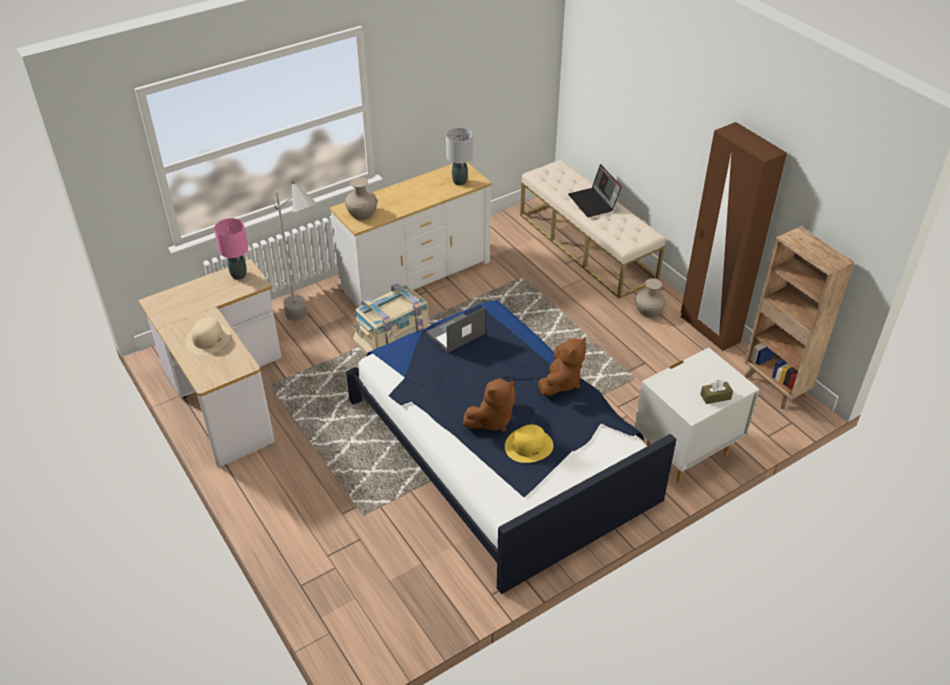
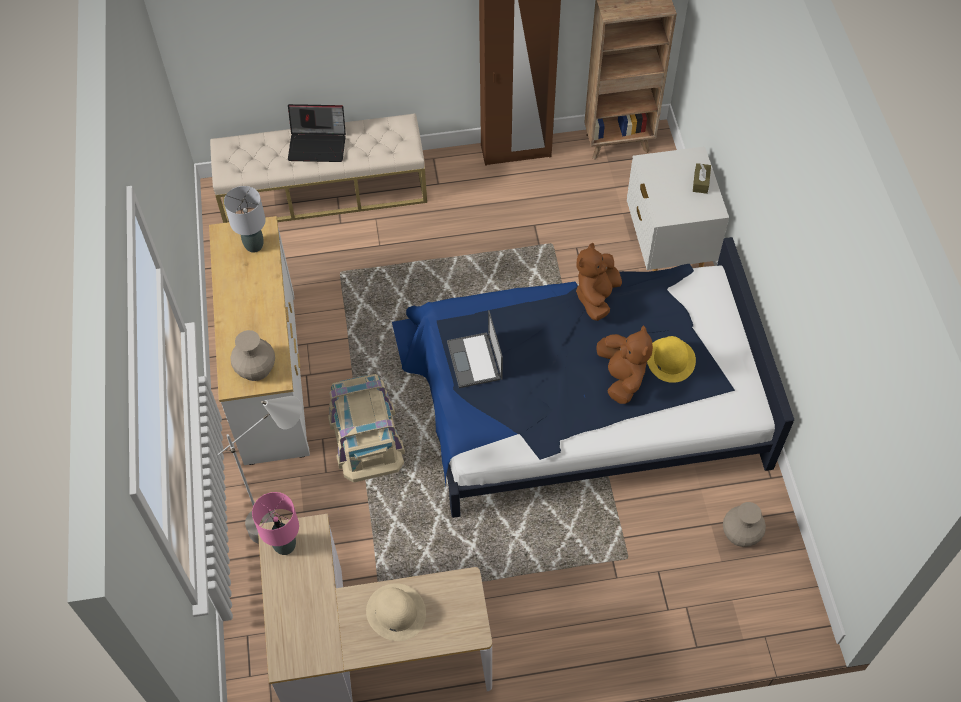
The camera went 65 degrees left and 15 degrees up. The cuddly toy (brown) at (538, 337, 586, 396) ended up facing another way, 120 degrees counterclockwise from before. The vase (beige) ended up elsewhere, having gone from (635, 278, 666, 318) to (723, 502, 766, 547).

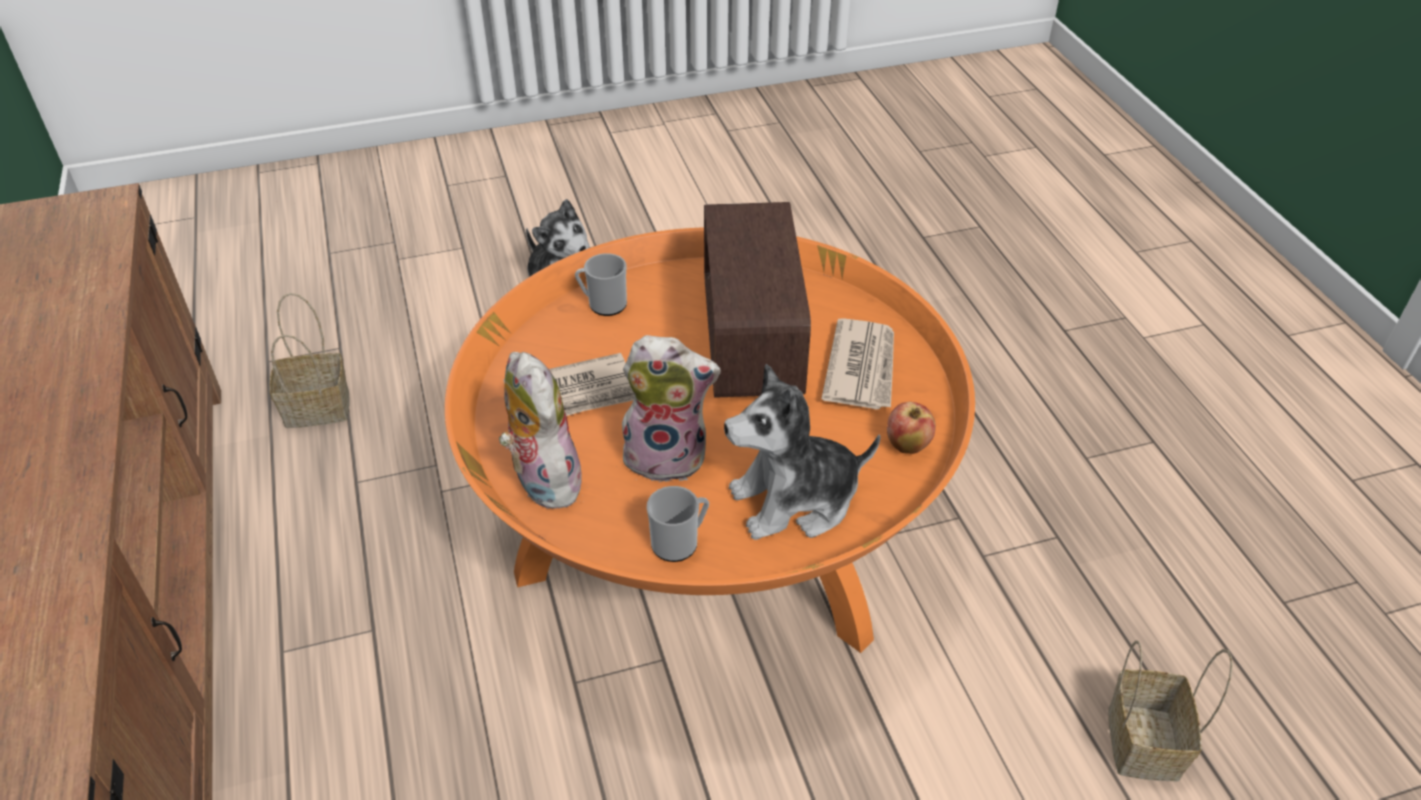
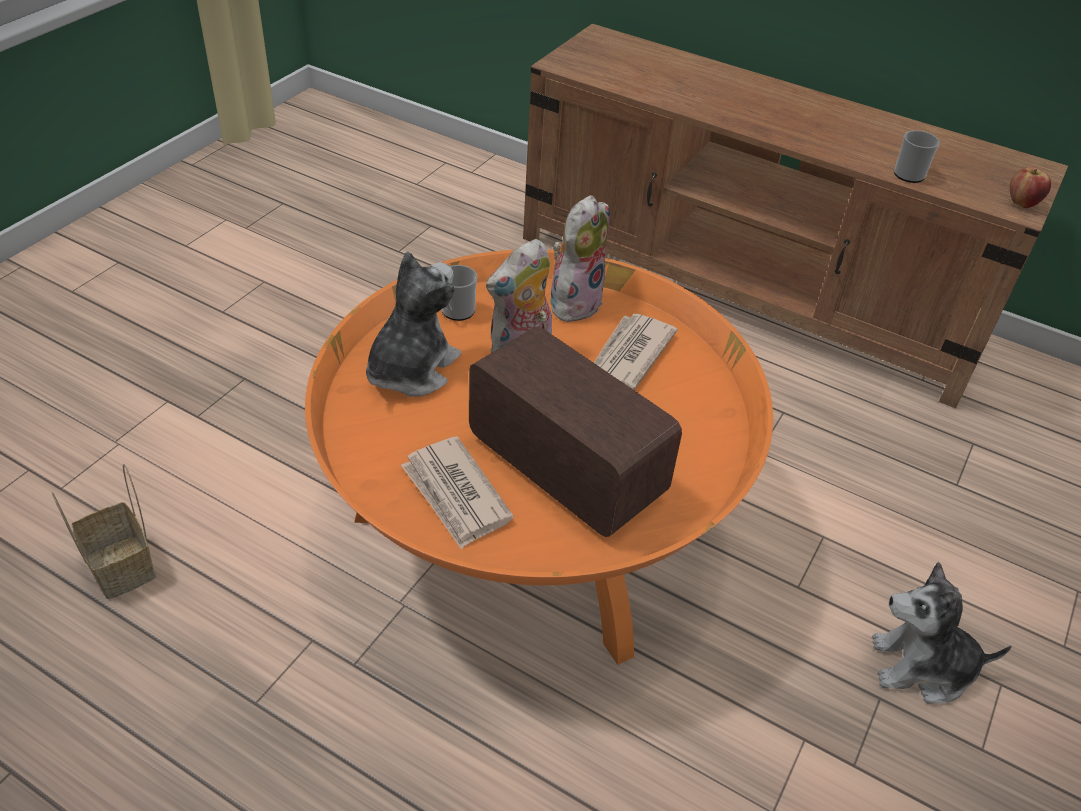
The camera went 135 degrees right and 0 degrees up. The cuddly toy at (499, 352, 583, 509) ended up facing another way, 75 degrees counterclockwise from before. The coffee mug ended up elsewhere, having gone from (575, 253, 627, 316) to (894, 130, 940, 183). The apple ended up elsewhere, having gone from (887, 402, 936, 454) to (1010, 167, 1051, 208). The second view lost the storage basket at (270, 293, 349, 428).

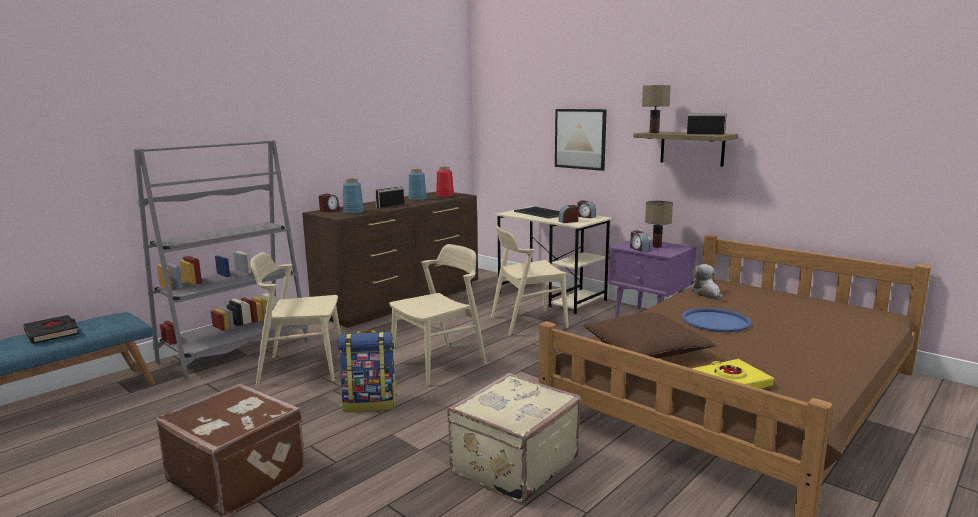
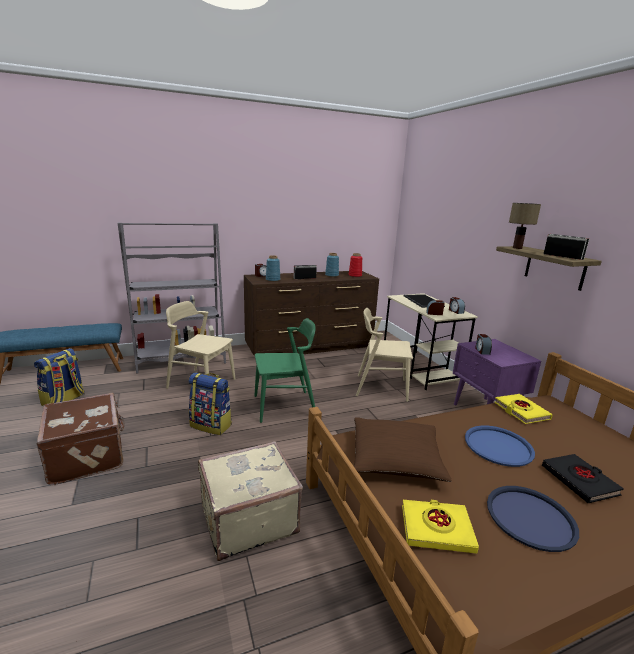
The camera went 25 degrees right and 5 degrees up. The second view gained the knapsack at (34, 348, 85, 406). What was the upright chair (beige) at (389, 244, 487, 386) turned into the upright chair (greenish) at (254, 318, 316, 423). The second view gained the tray (bluish) at (487, 486, 579, 552). Where the cuddly toy stood at (691, 264, 723, 300), the volume (yellow) came to stand at (494, 394, 553, 424). The volume (blackish) ended up elsewhere, having gone from (23, 315, 80, 344) to (542, 454, 624, 503). The second view lost the wall picture at (555, 109, 607, 171). The second view lost the table lamp at (645, 201, 673, 248).

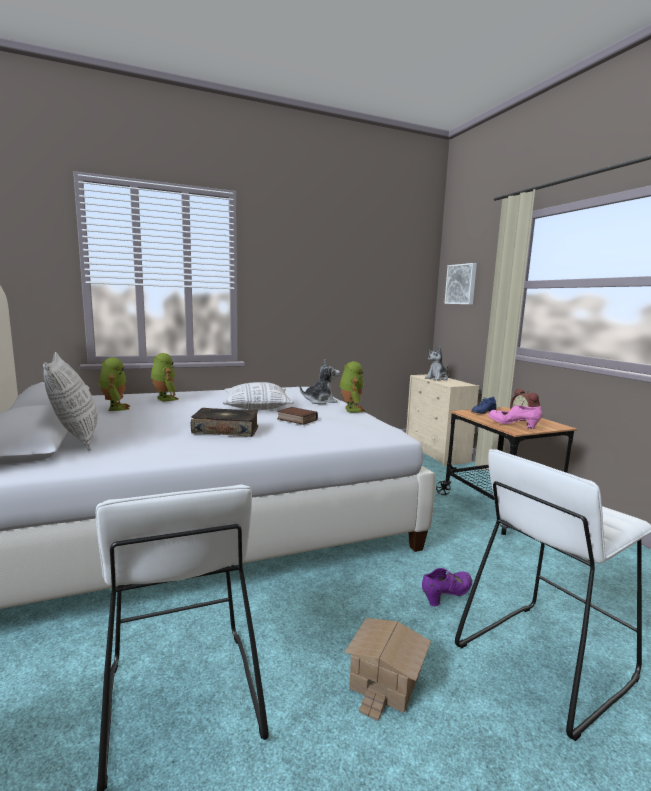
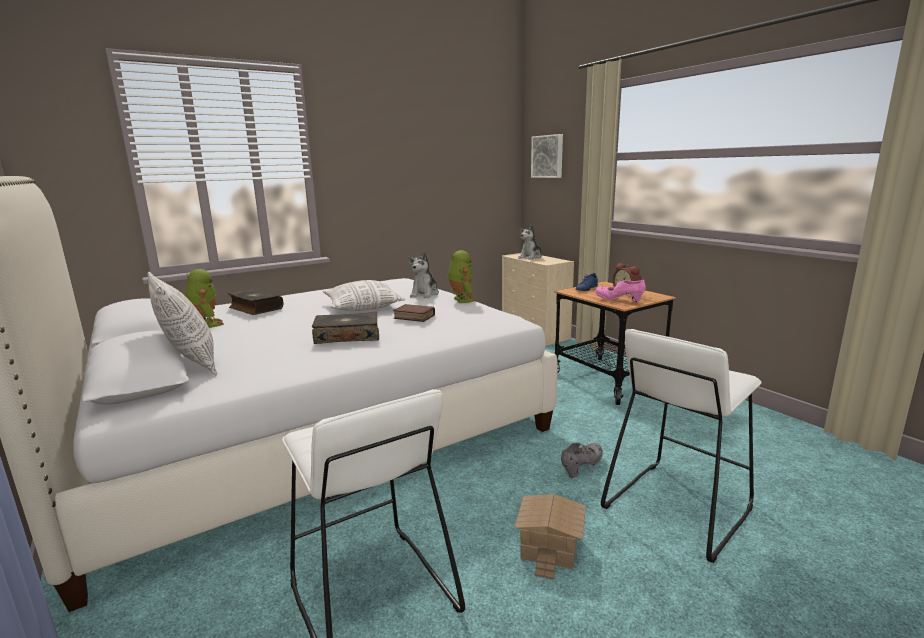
The camera went 10 degrees left and 5 degrees up. Where the robot figure stood at (151, 353, 178, 402), the volume came to stand at (228, 289, 283, 315). The cuddly toy at (300, 360, 340, 404) ended up facing another way, 135 degrees clockwise from before. What was the shoe (purplish) at (422, 568, 472, 606) turned into the shoe (greyish) at (561, 442, 603, 478).

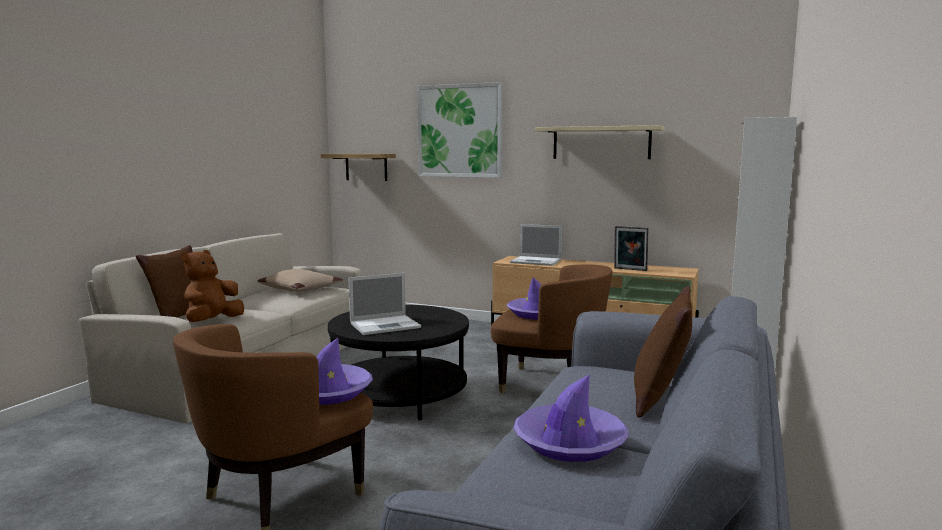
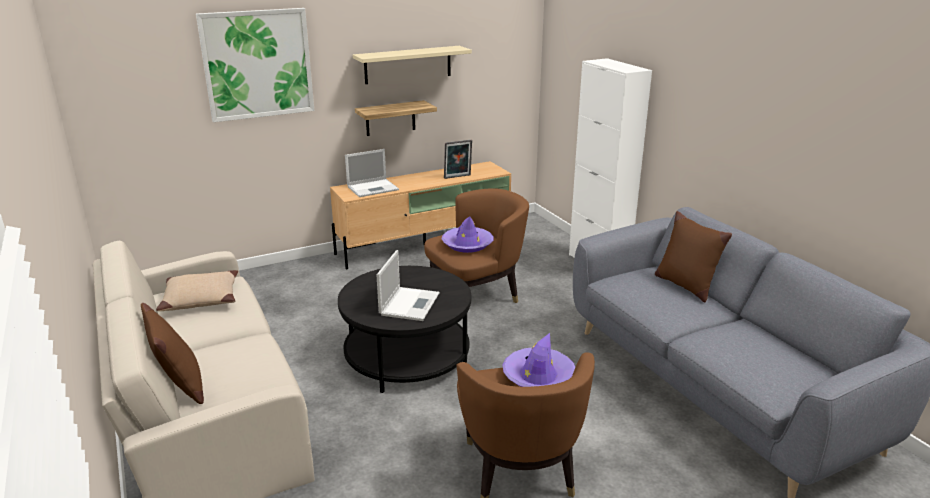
The camera went 50 degrees left and 15 degrees up. The wall shelf ended up elsewhere, having gone from (321, 154, 395, 181) to (355, 100, 437, 136). The second view lost the cuddly toy (brown) at (181, 250, 244, 322). The second view lost the wearable hat (purplish) at (514, 374, 628, 462).

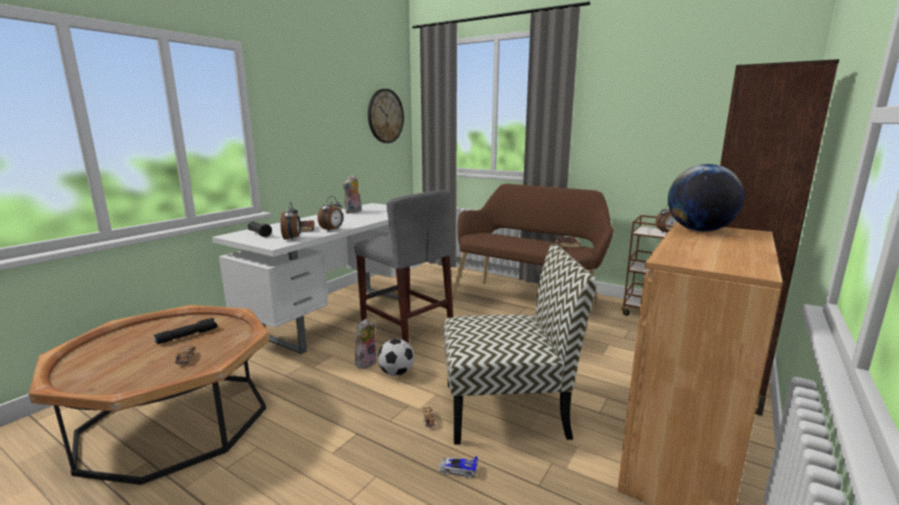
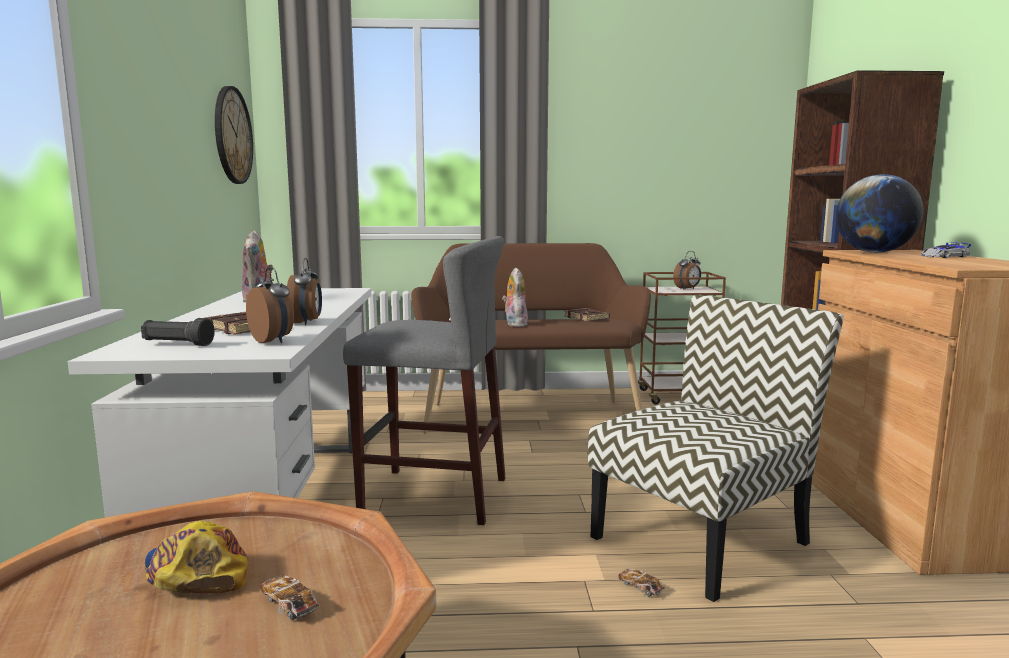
The camera went 35 degrees left and 5 degrees down. Where the torch (blackish) stood at (154, 318, 217, 344), the baseball cap came to stand at (145, 521, 248, 594). The cuddly toy ended up elsewhere, having gone from (355, 319, 376, 369) to (502, 268, 528, 327). The miniature car ended up elsewhere, having gone from (439, 456, 478, 478) to (921, 242, 971, 258). The second view lost the football at (378, 339, 414, 376).

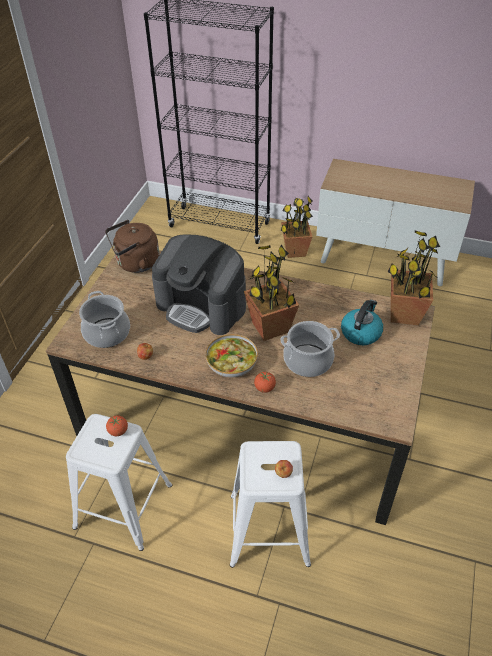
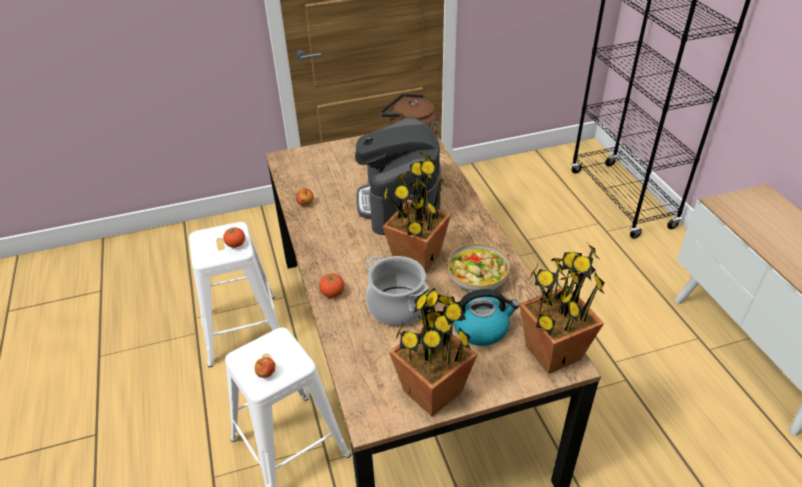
The camera went 55 degrees right and 5 degrees down. The potted plant ended up elsewhere, having gone from (280, 196, 313, 258) to (389, 288, 478, 416). The serving bowl ended up elsewhere, having gone from (206, 334, 258, 377) to (447, 244, 510, 292). The second view lost the stockpot at (79, 291, 130, 348).

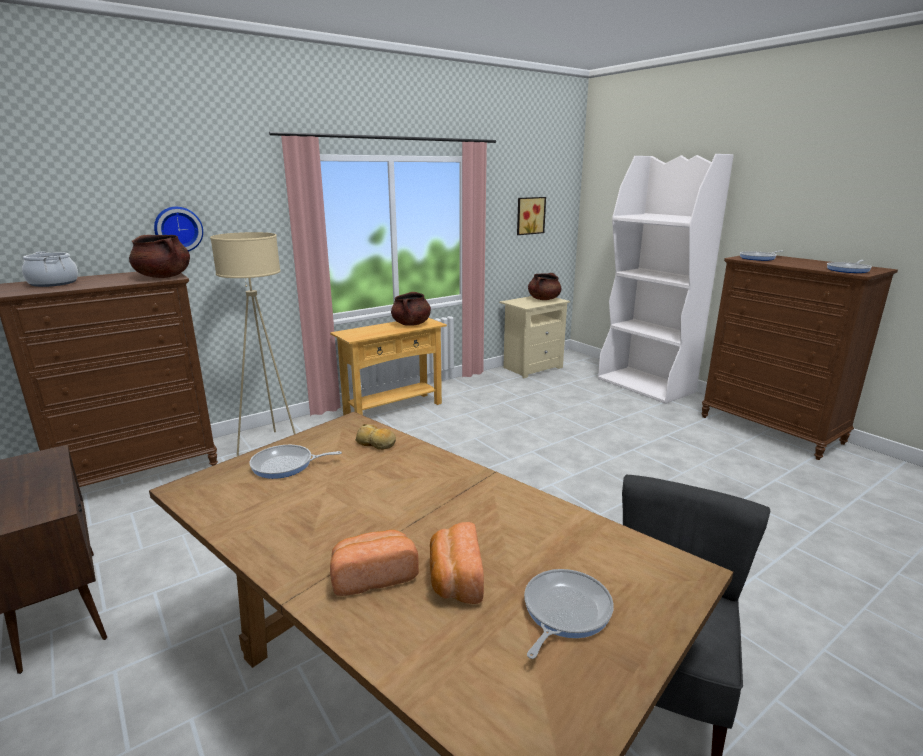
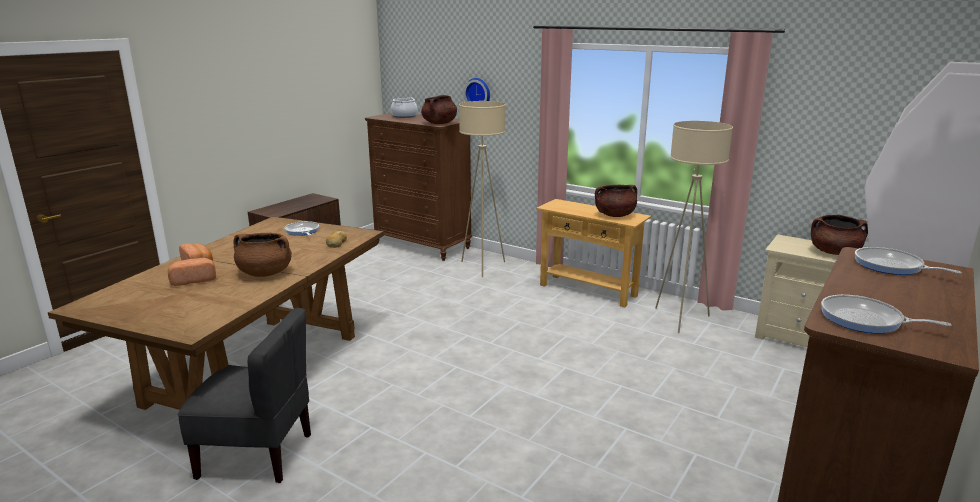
The camera went 70 degrees right and 0 degrees up. The second view gained the stockpot (brown) at (234, 233, 292, 277). The second view gained the standard lamp (beige) at (655, 121, 733, 333). The second view lost the wall picture at (517, 197, 546, 235). The second view lost the frying pan at (524, 569, 614, 659).

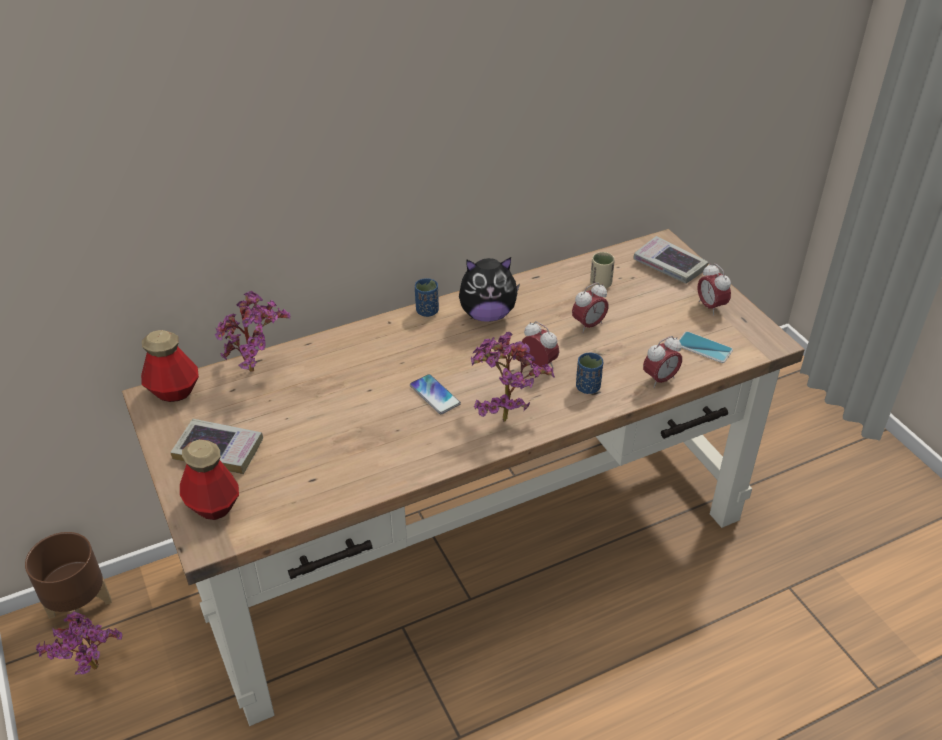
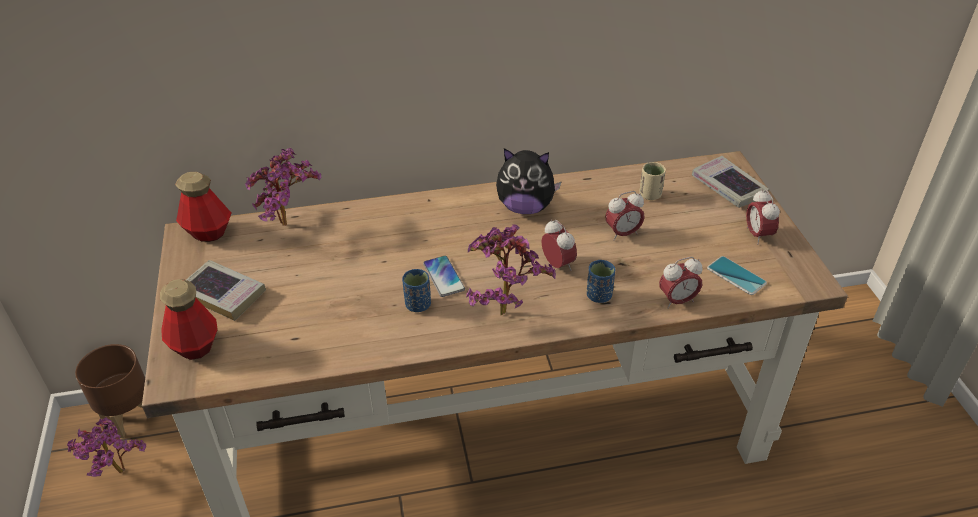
The camera went 15 degrees right and 0 degrees up. The drinking cup (bluish) ended up elsewhere, having gone from (415, 278, 439, 317) to (402, 269, 431, 312).

